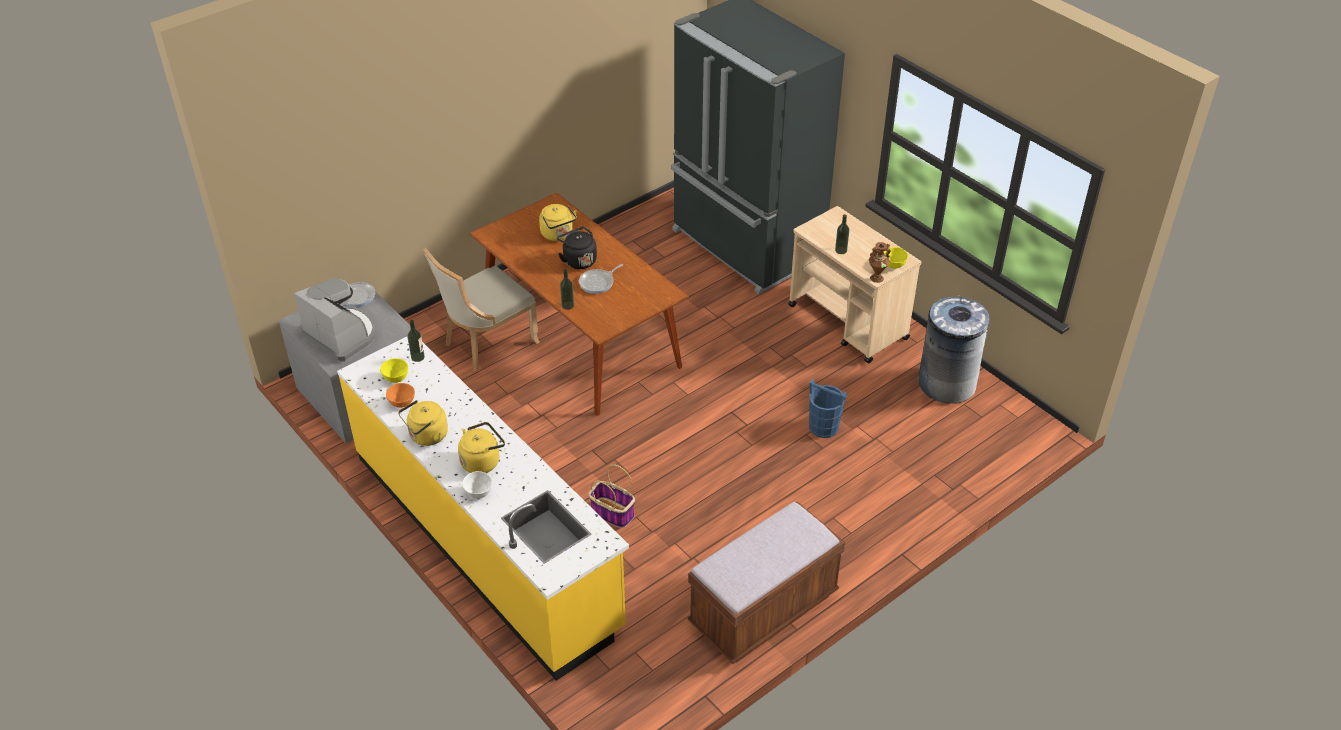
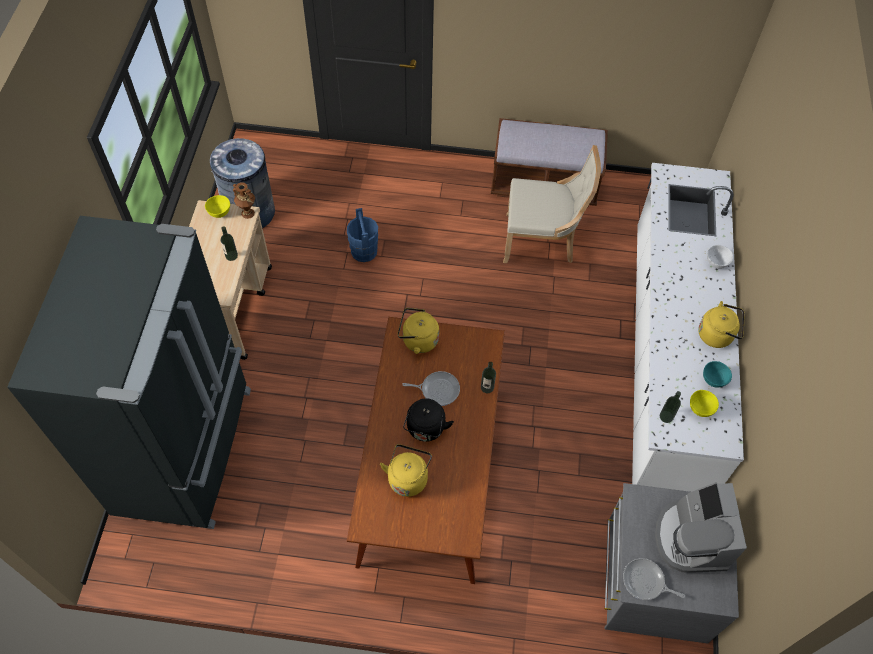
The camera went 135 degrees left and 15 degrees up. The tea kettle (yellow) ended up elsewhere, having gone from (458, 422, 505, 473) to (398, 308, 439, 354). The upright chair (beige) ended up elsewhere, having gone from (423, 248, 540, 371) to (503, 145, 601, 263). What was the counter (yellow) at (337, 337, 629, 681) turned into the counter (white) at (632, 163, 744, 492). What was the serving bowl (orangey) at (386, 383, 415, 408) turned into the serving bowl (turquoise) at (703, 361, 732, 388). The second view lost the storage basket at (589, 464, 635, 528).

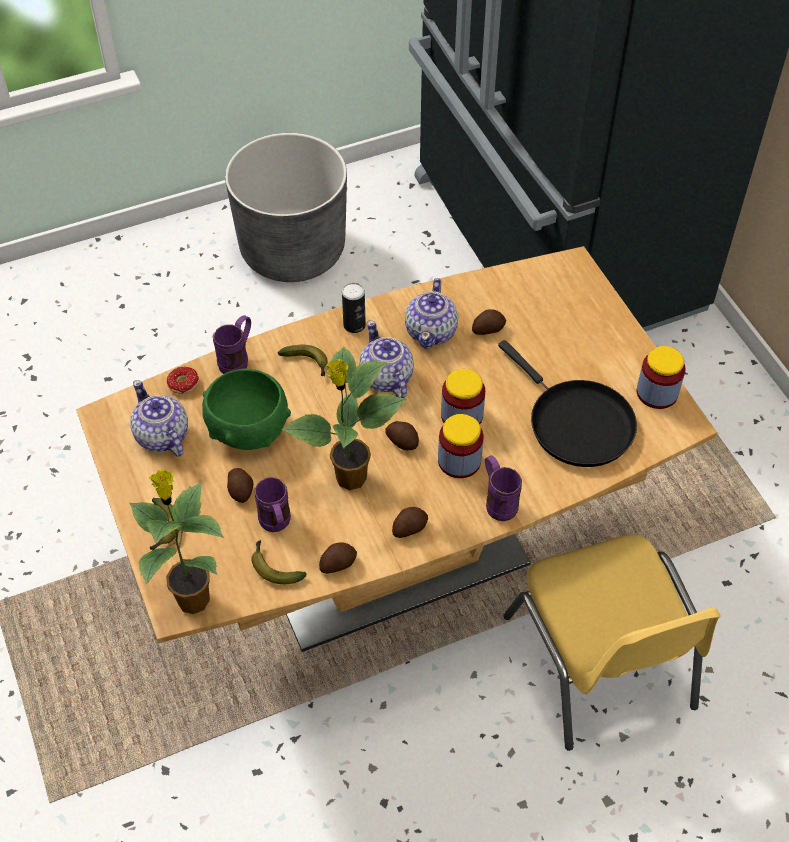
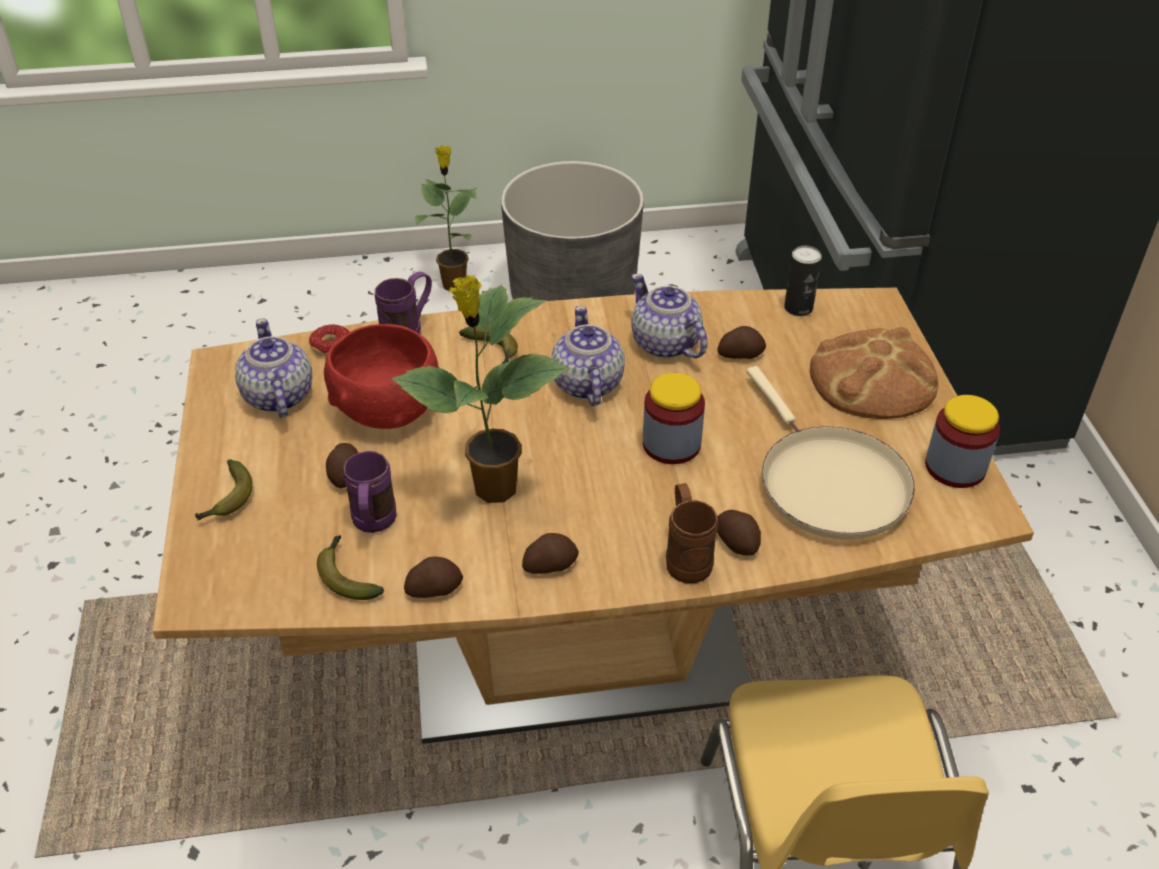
The camera went 15 degrees right and 10 degrees down. What was the serving bowl (greenish) at (202, 368, 291, 450) turned into the serving bowl (red) at (324, 324, 439, 429). The potted plant ended up elsewhere, having gone from (129, 469, 224, 614) to (415, 145, 477, 291). The pot for tea at (405, 278, 458, 349) ended up facing another way, 120 degrees clockwise from before. What was the coffee mug (purplish) at (485, 455, 522, 521) turned into the coffee mug (brown) at (666, 483, 718, 584). The potato ended up elsewhere, having gone from (385, 421, 419, 450) to (717, 510, 761, 555). What was the frying pan (blackish) at (498, 340, 637, 467) turned into the frying pan (beige) at (746, 366, 915, 540). The metal can ended up elsewhere, having gone from (342, 283, 366, 333) to (784, 246, 822, 316). The second view gained the bakery bread at (810, 327, 939, 419). The second view lost the storage jar at (438, 414, 483, 478).

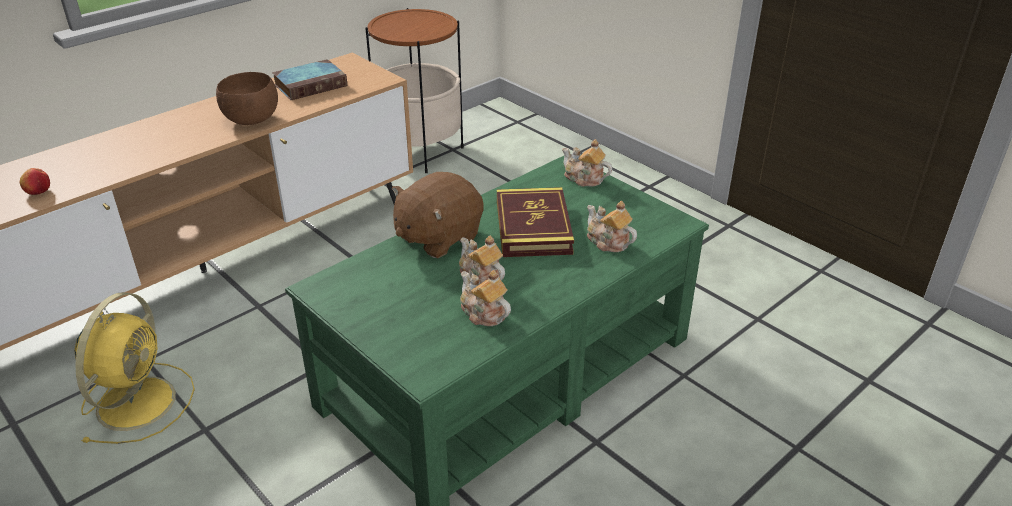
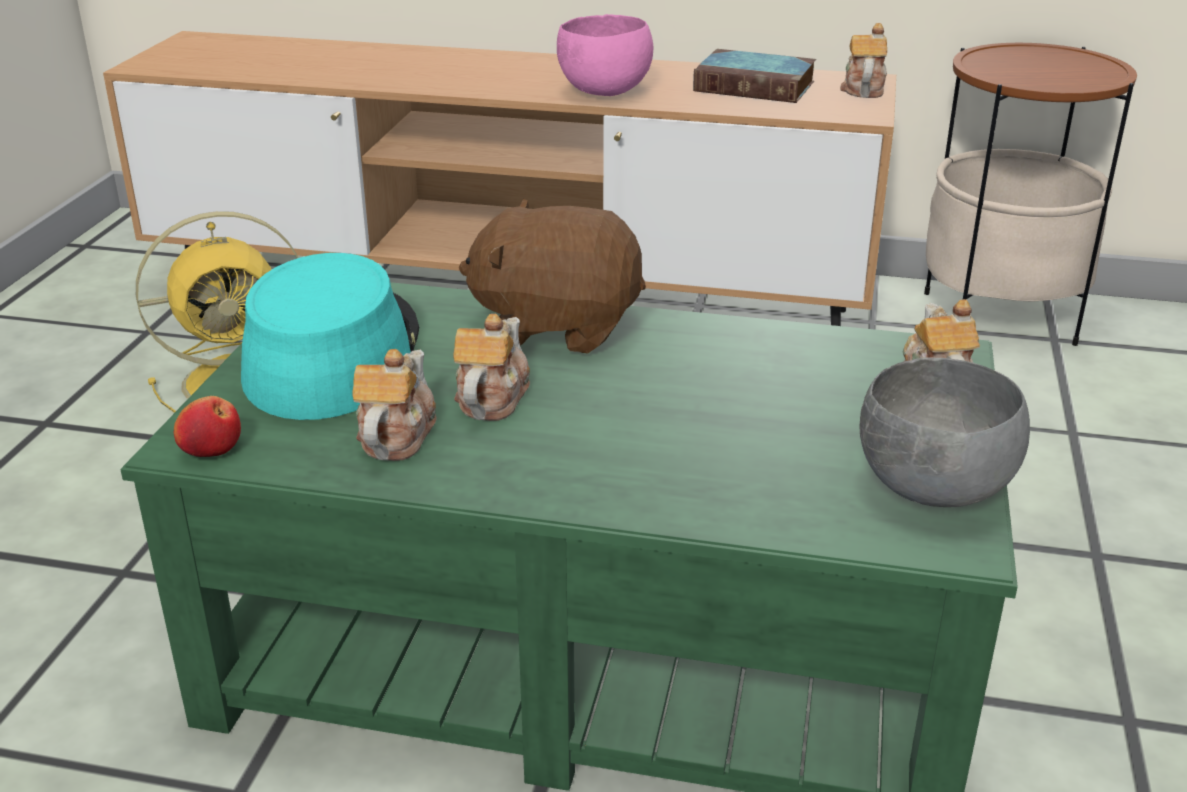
The camera went 55 degrees right and 5 degrees down. The apple ended up elsewhere, having gone from (20, 168, 50, 195) to (174, 396, 241, 457). The second view gained the wearable hat (turquoise) at (241, 253, 419, 420). What was the serving bowl (brown) at (216, 72, 278, 125) turned into the serving bowl (pink-coloured) at (557, 14, 653, 96). The pot for tea ended up elsewhere, having gone from (587, 201, 637, 252) to (840, 23, 887, 98). The second view gained the serving bowl (greyish) at (859, 357, 1030, 507). The second view lost the volume at (497, 187, 574, 257).

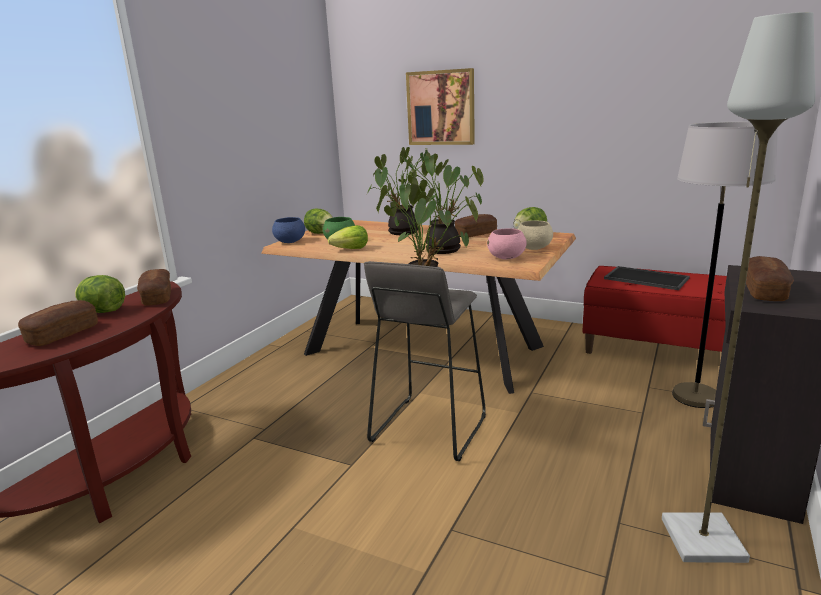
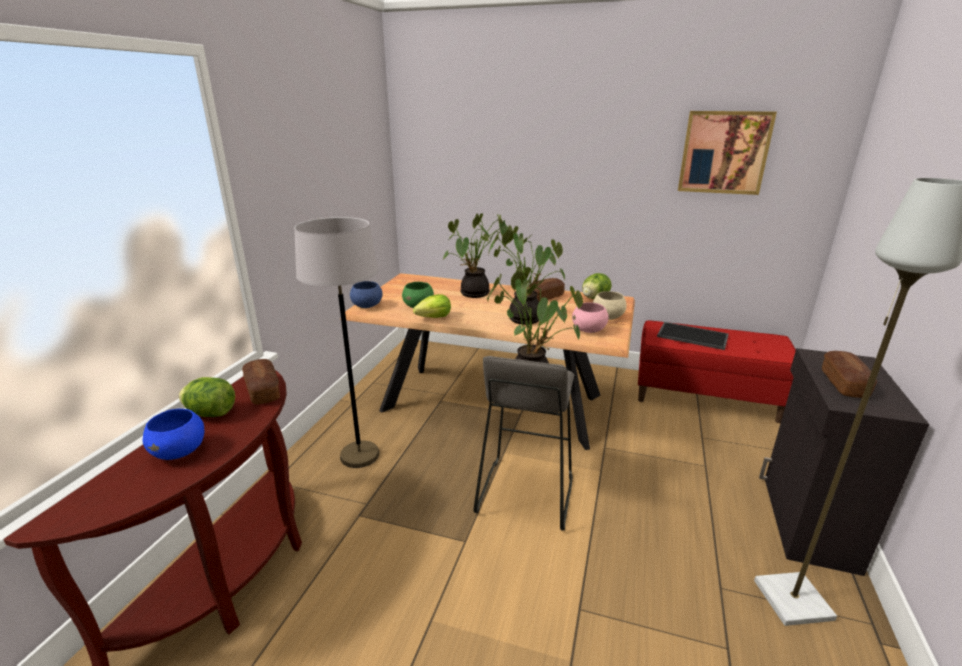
The camera went 10 degrees left and 5 degrees up. Where the bakery bread stood at (18, 300, 98, 346), the serving bowl (bluish) came to stand at (143, 409, 204, 460). The standard lamp (greyish) ended up elsewhere, having gone from (672, 121, 778, 408) to (294, 217, 379, 468). The wall picture ended up elsewhere, having gone from (406, 68, 475, 145) to (678, 111, 777, 195). The second view lost the lettuce at (304, 209, 333, 234).

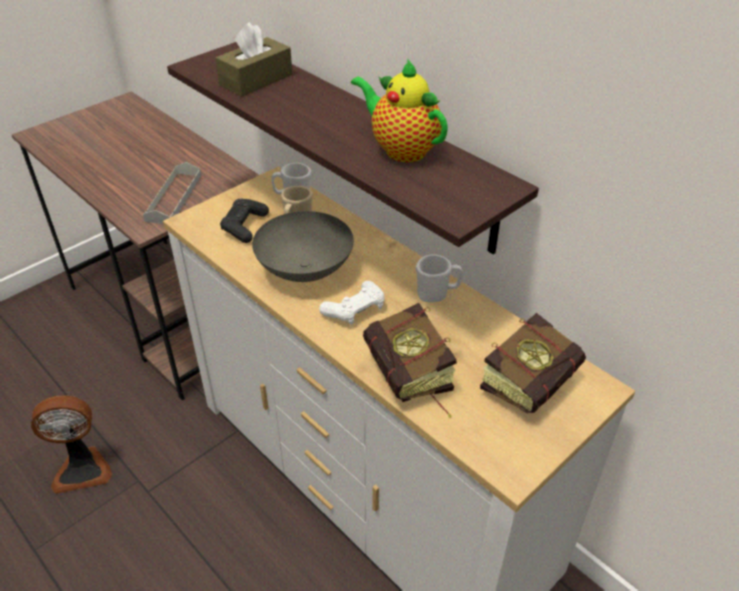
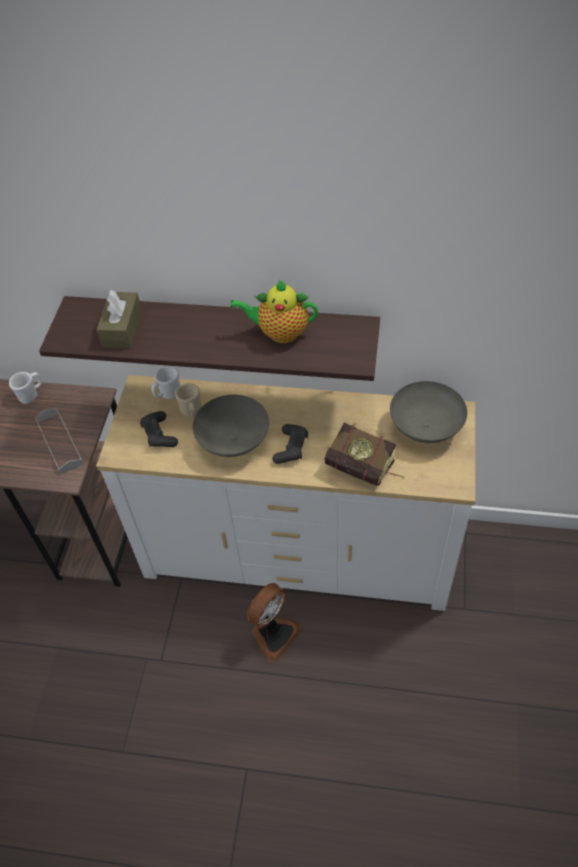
The camera went 35 degrees left and 10 degrees up. The coffee mug (white) ended up elsewhere, having gone from (416, 254, 463, 302) to (9, 372, 42, 404). The cooling fan ended up elsewhere, having gone from (31, 395, 112, 494) to (247, 583, 301, 661). What was the gamepad (white) at (319, 280, 385, 325) turned into the gamepad (blackish) at (272, 424, 308, 464). Where the volume stood at (480, 313, 586, 414), the serving bowl (greyish) came to stand at (390, 381, 467, 443).

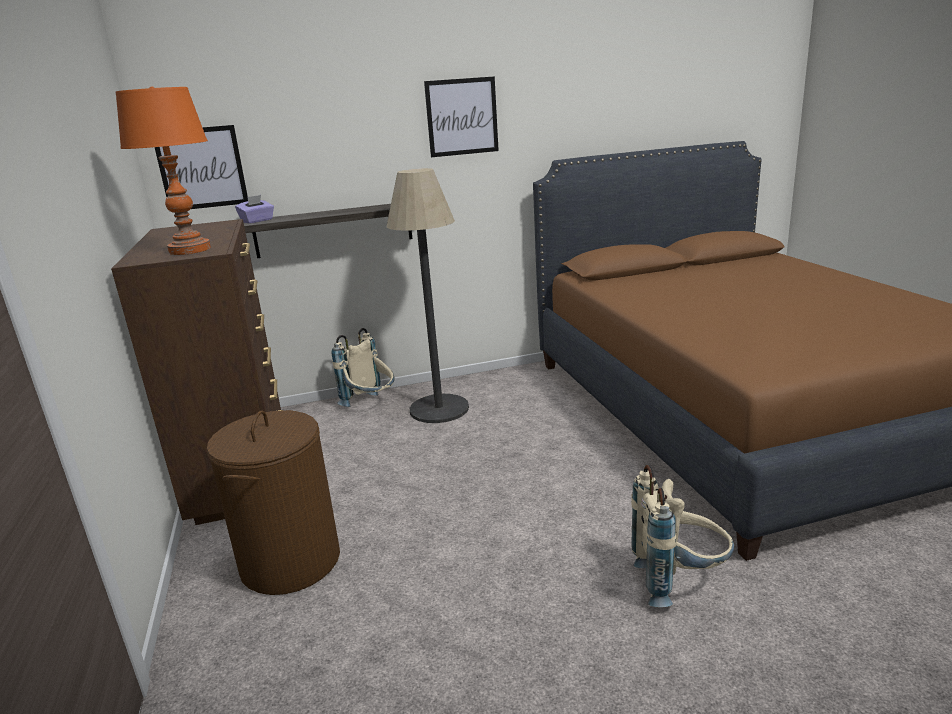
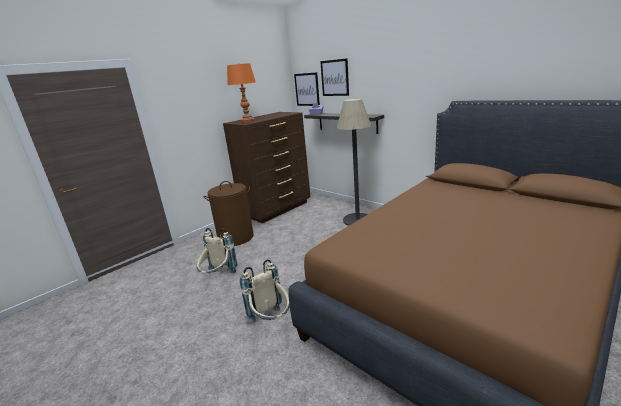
The camera went 60 degrees right and 0 degrees up. The knapsack (beige) ended up elsewhere, having gone from (331, 328, 395, 407) to (197, 228, 237, 274). The wall picture ended up elsewhere, having gone from (424, 76, 499, 157) to (320, 58, 349, 96).

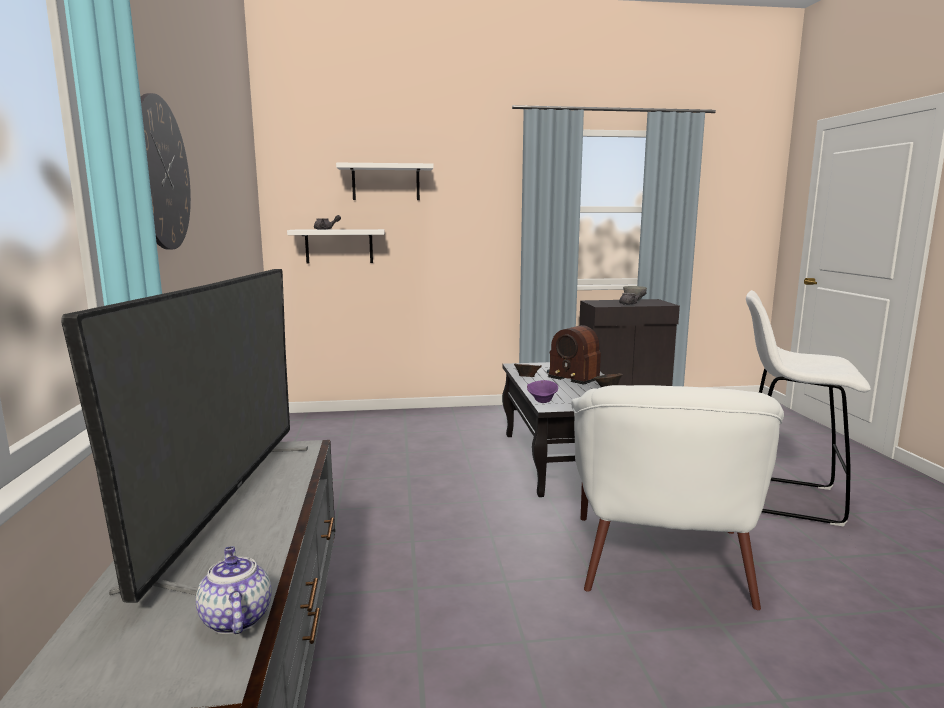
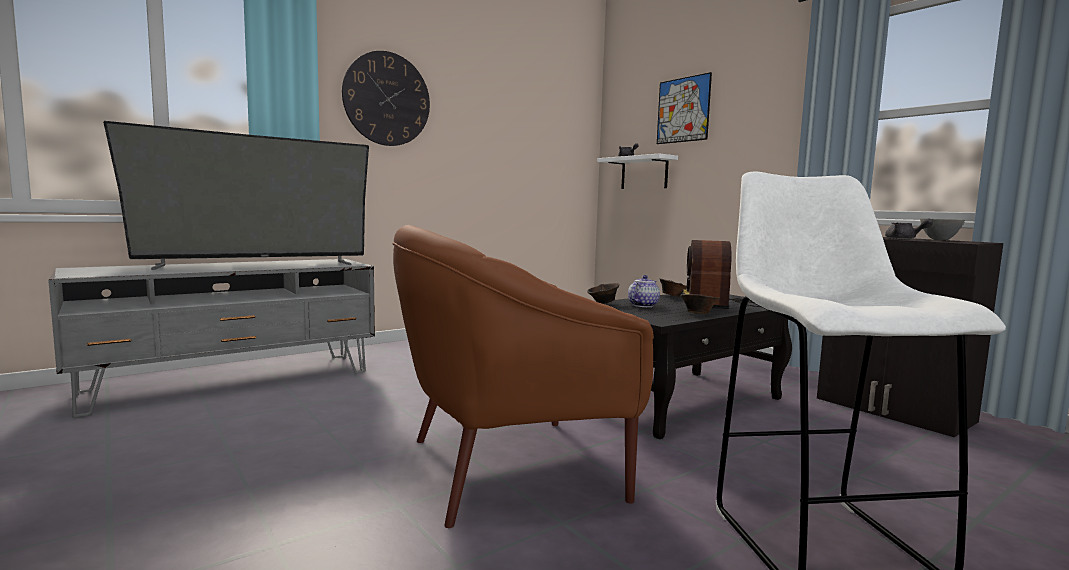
The camera went 60 degrees right and 5 degrees down. What was the easy chair (white) at (571, 385, 784, 610) turned into the easy chair (brown) at (393, 225, 654, 528). What was the serving bowl (purplish) at (527, 380, 558, 403) turned into the serving bowl (brown) at (587, 283, 619, 304). The pot for tea ended up elsewhere, having gone from (196, 546, 272, 634) to (628, 275, 660, 307). Where the wall shelf (white) hung at (336, 163, 434, 200), the wall picture came to hang at (657, 72, 712, 144).

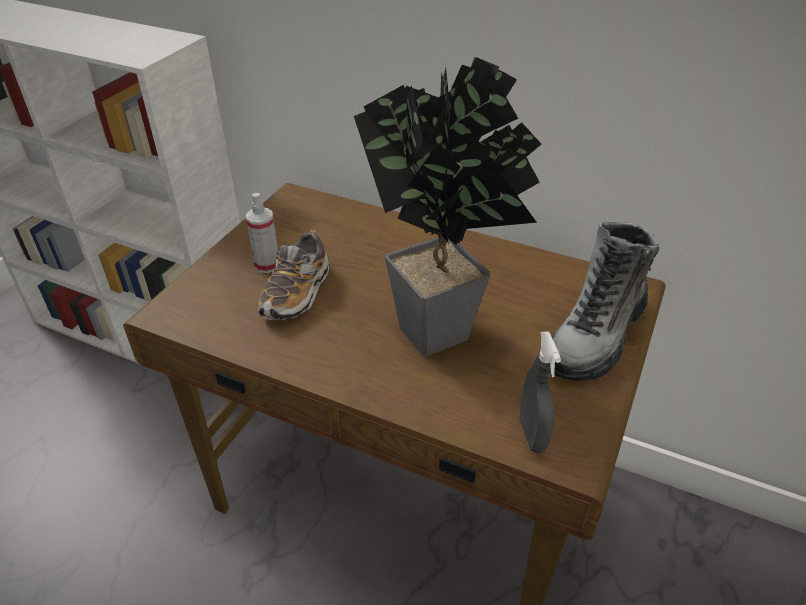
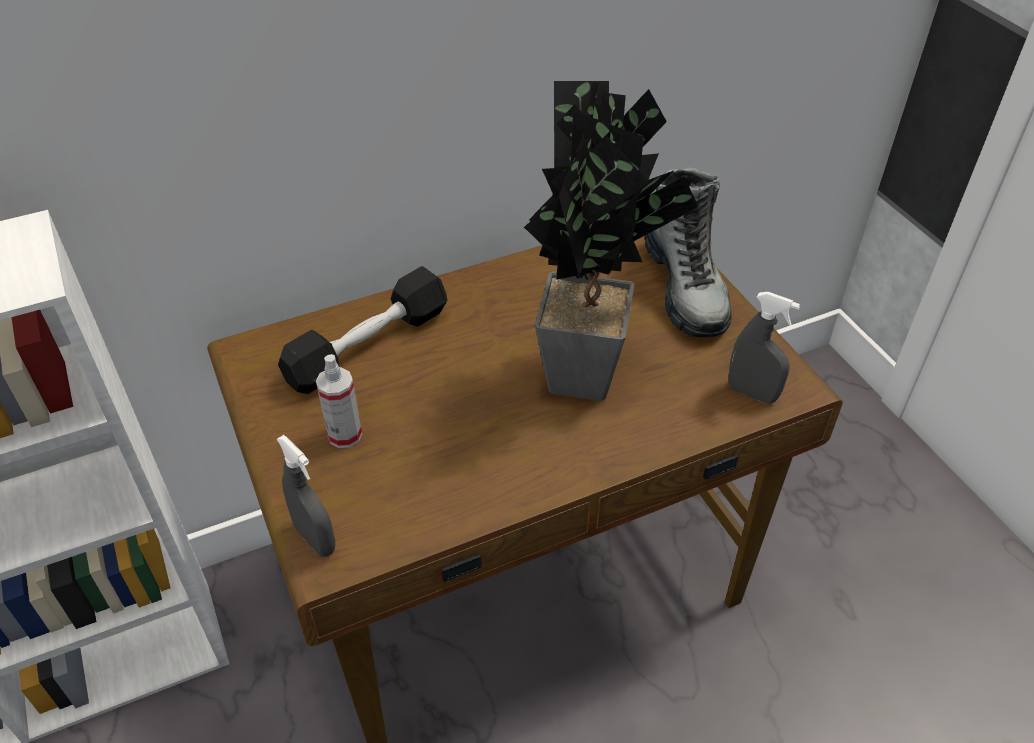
The camera went 50 degrees left and 5 degrees up. The second view gained the sprayer (greyish) at (277, 435, 335, 556). The second view gained the free weight (blackish) at (278, 266, 448, 394). The second view lost the shoe at (258, 230, 329, 320).

